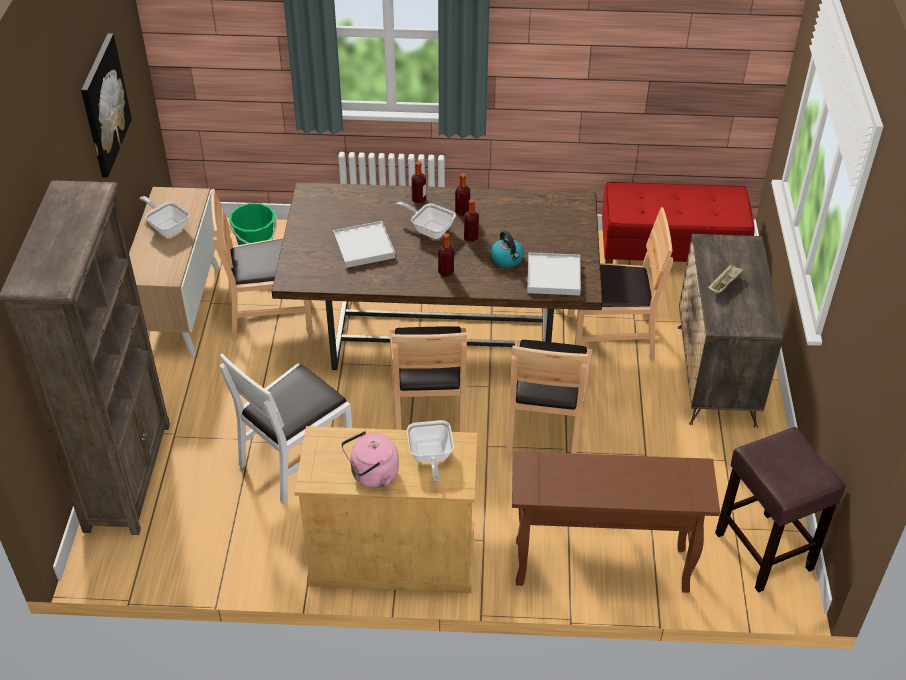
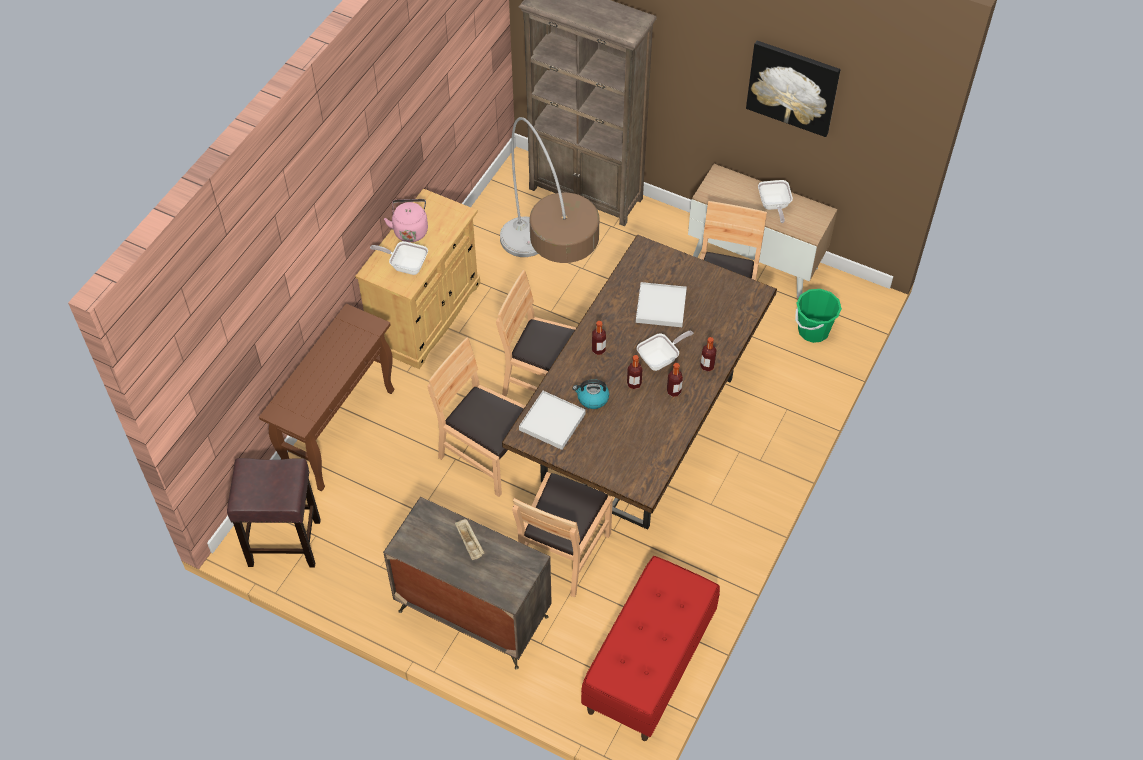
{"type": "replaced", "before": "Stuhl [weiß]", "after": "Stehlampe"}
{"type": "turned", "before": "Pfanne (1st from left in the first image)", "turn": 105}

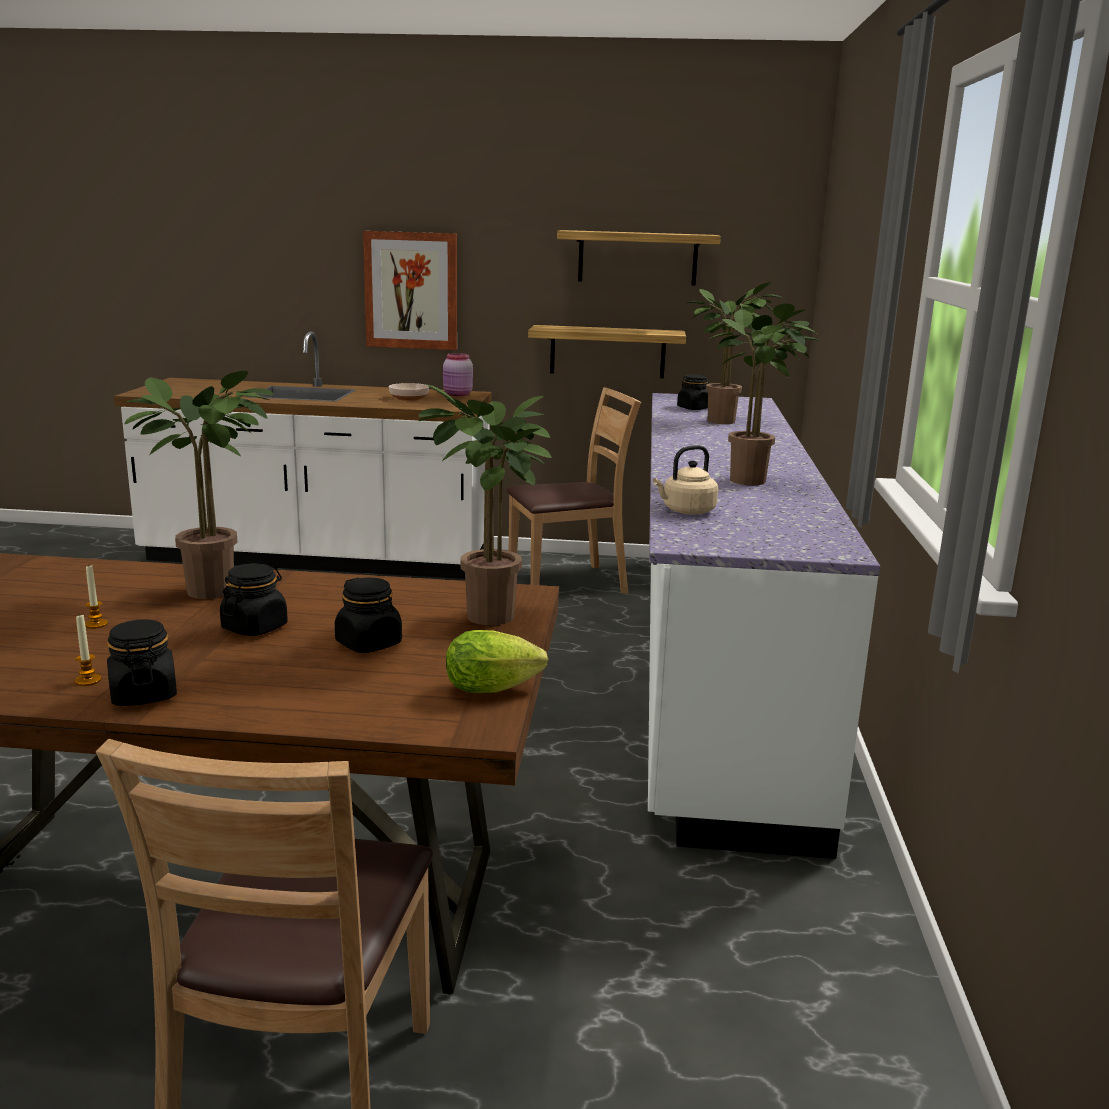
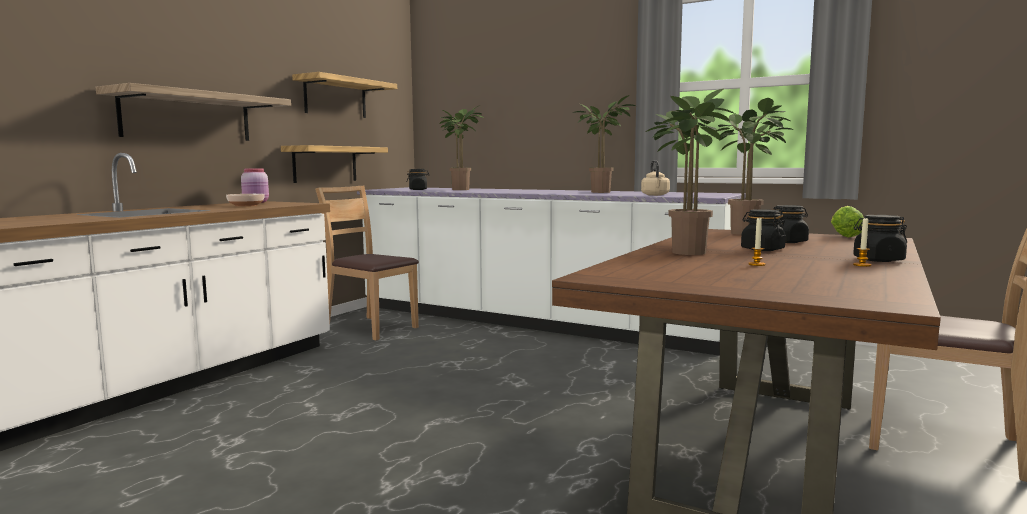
{"type": "replaced", "before": "Bild", "after": "Wandregal (1st from left)"}
{"type": "turned", "before": "Stuhl [braun] (2nd from left in the first image)", "turn": -60}

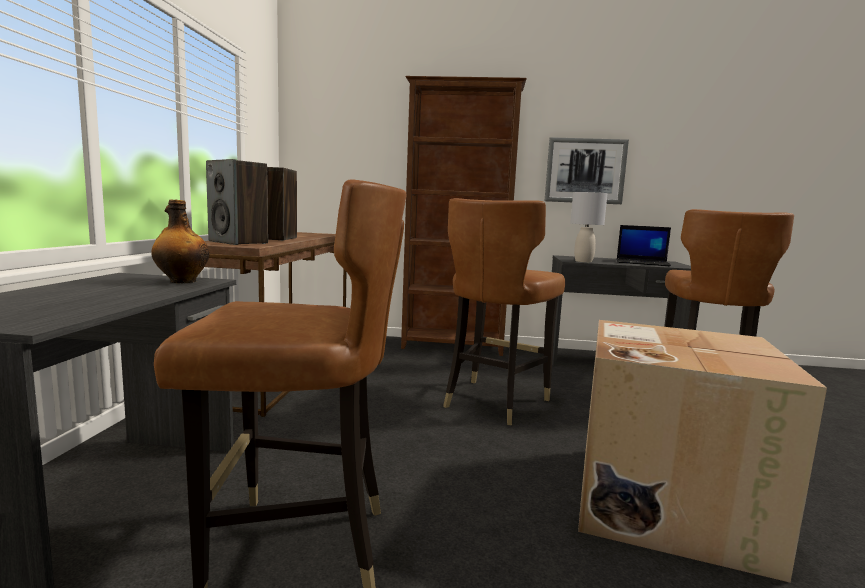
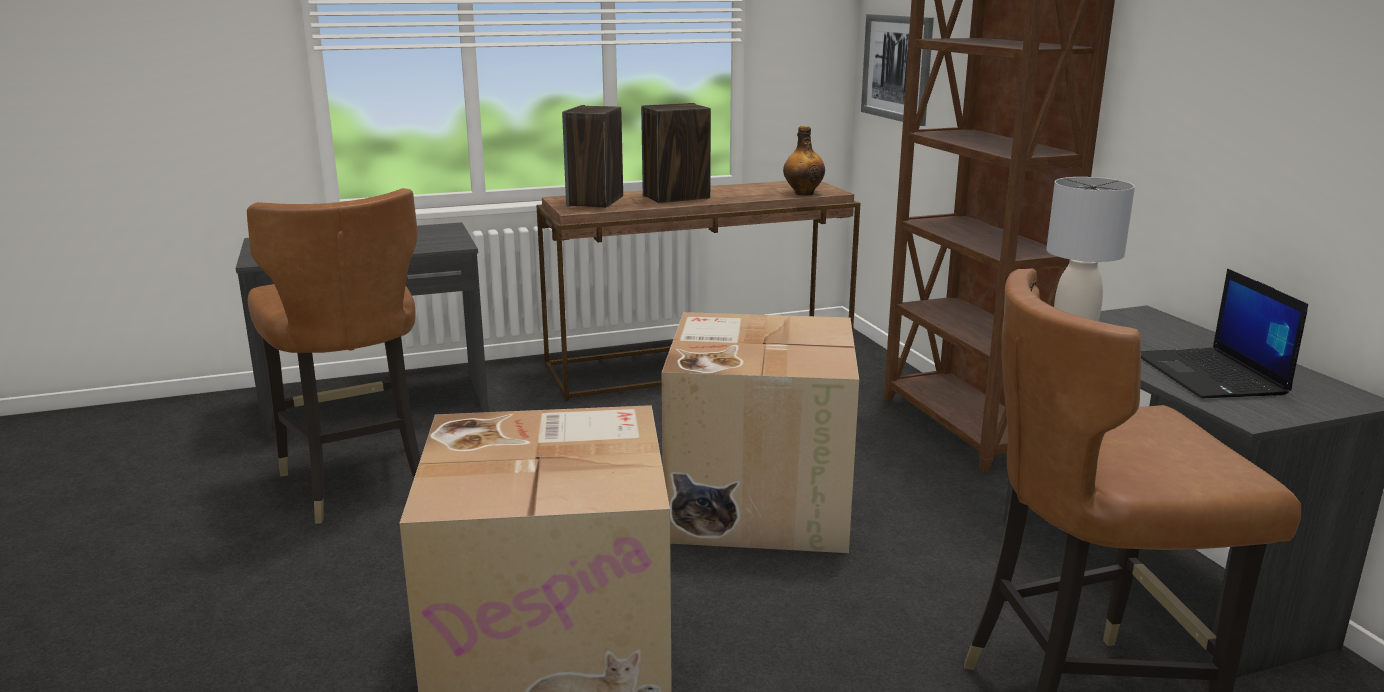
{"type": "replaced", "before": "Stuhl [braun] (2nd from left)", "after": "Karton (2nd from left)"}
{"type": "moved", "before": "Flasche"}
{"type": "moved", "before": "Bild"}

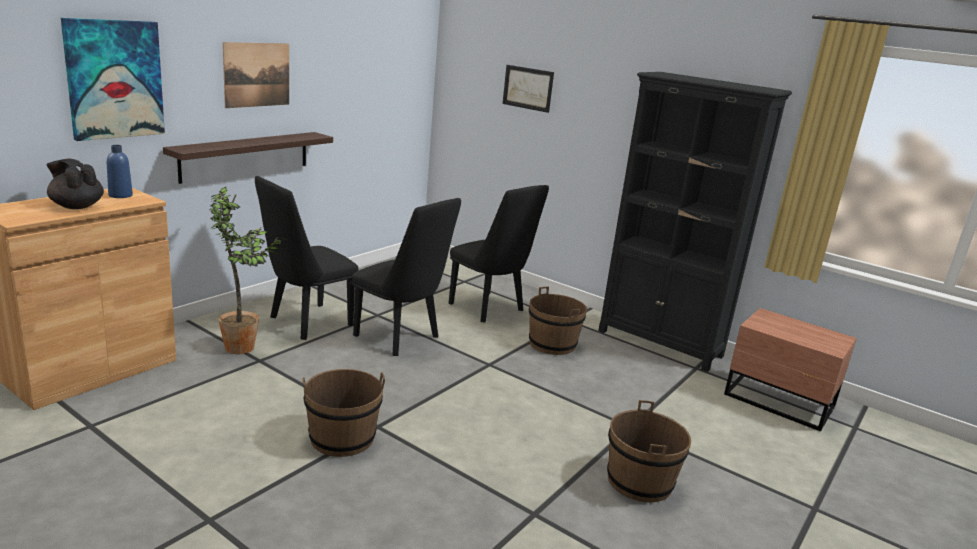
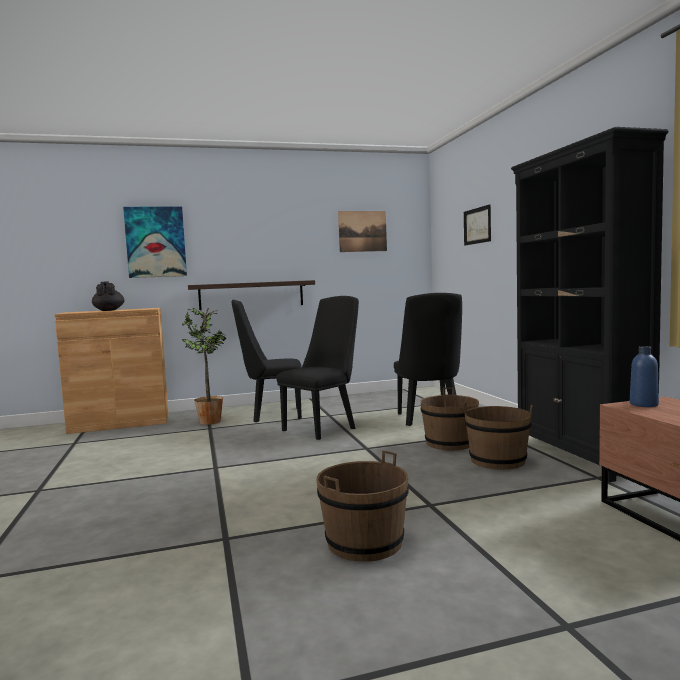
{"type": "turned", "before": "Stuhl [schwarz] (2nd from left)", "turn": -120}
{"type": "moved", "before": "Bild (2nd from left)"}
{"type": "moved", "before": "Eimer [braun] (1st from left in the first image)", "after": "Eimer [braun] (3rd from left)"}
{"type": "moved", "before": "Flasche [blau]"}

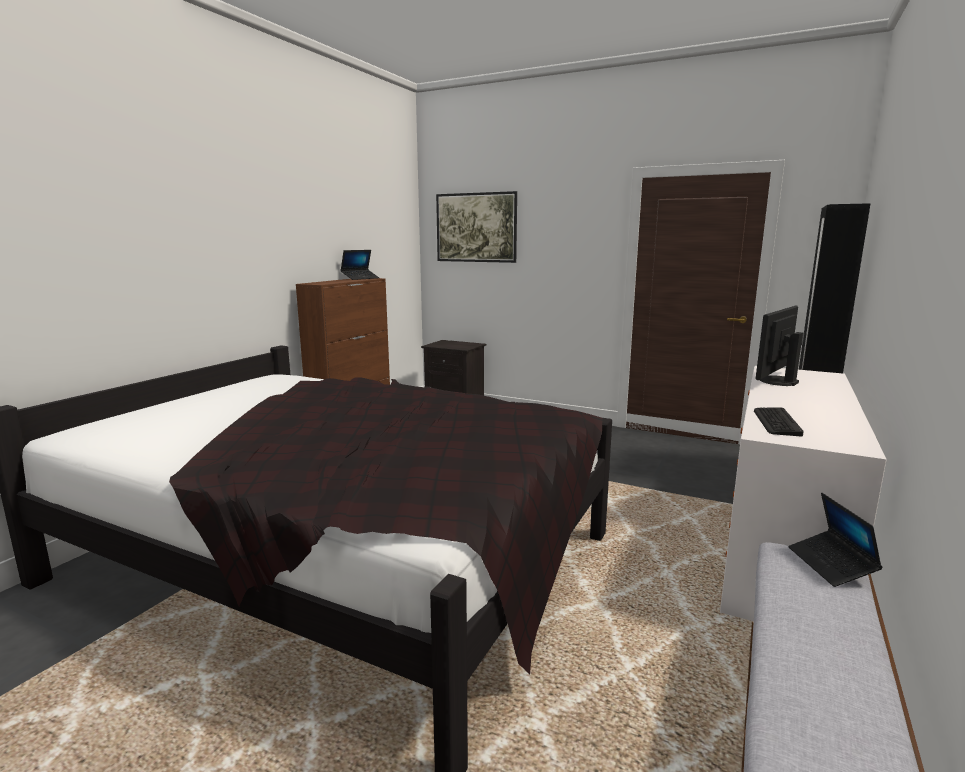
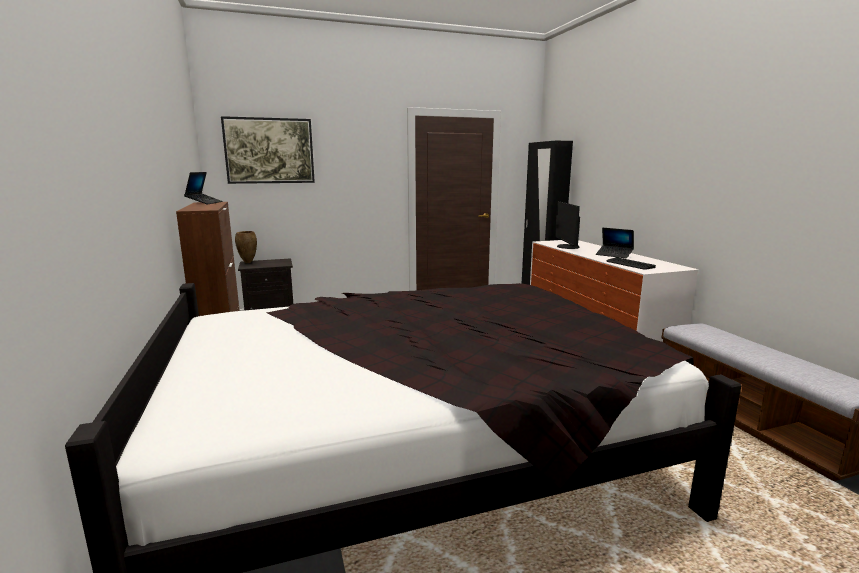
{"type": "added", "after": "Vase [braun]"}
{"type": "moved", "before": "Laptop (2nd from left)"}

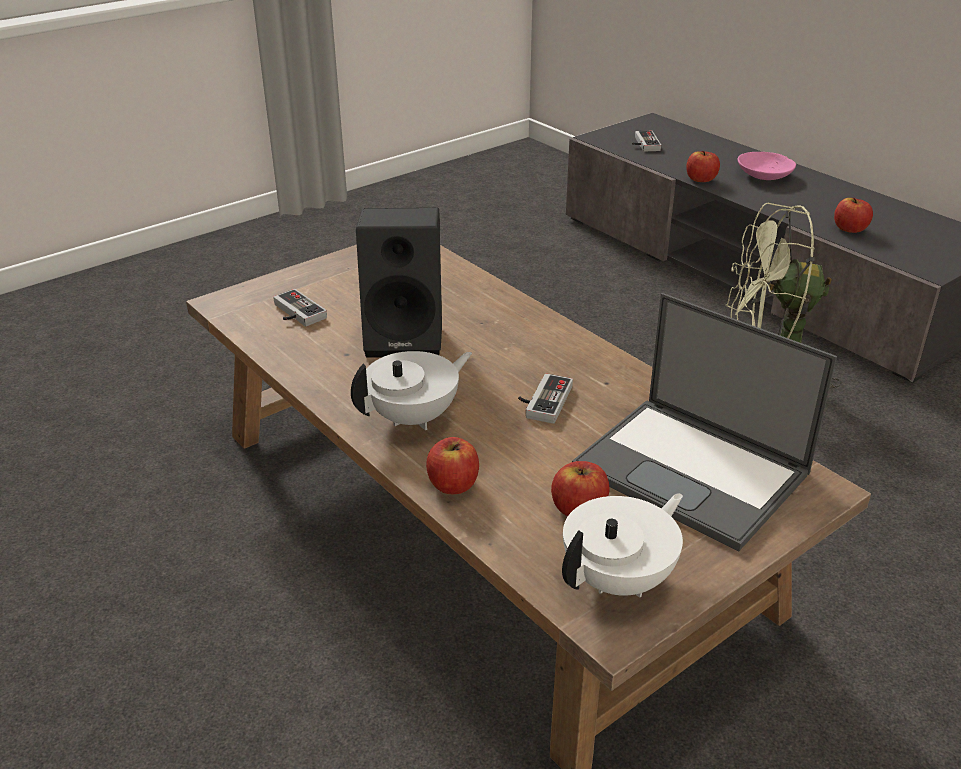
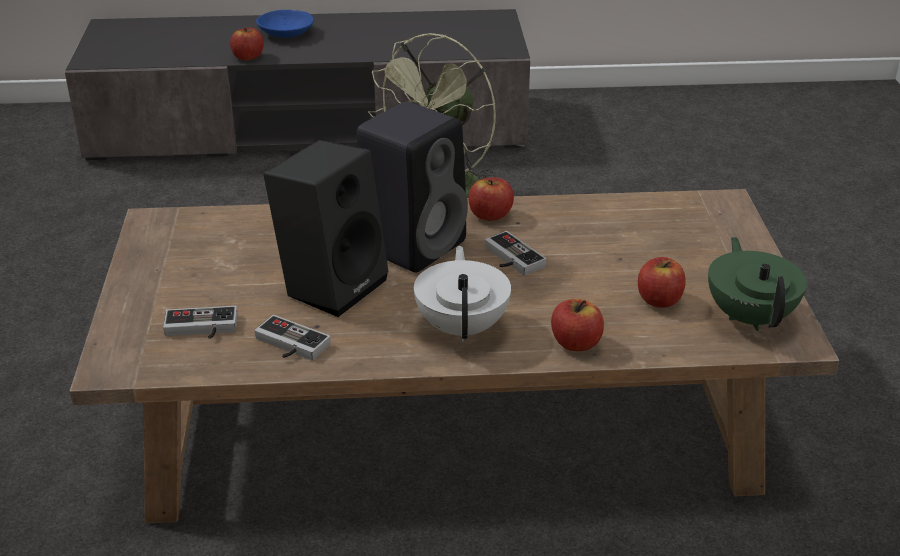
{"type": "moved", "before": "Gamepad (3rd from left in the first image)", "after": "Gamepad (2nd from left)"}
{"type": "recoloured", "before": "Schüssel [rosa]", "after": "Schüssel [blau]"}
{"type": "added", "after": "Lautsprecher [schwarz] (2nd from left)"}
{"type": "moved", "before": "Apfel (4th from left in the first image)", "after": "Apfel (2nd from left)"}
{"type": "recoloured", "before": "Teekanne [weiß] (2nd from left)", "after": "Teekanne [grün]"}
{"type": "removed", "before": "Laptop"}

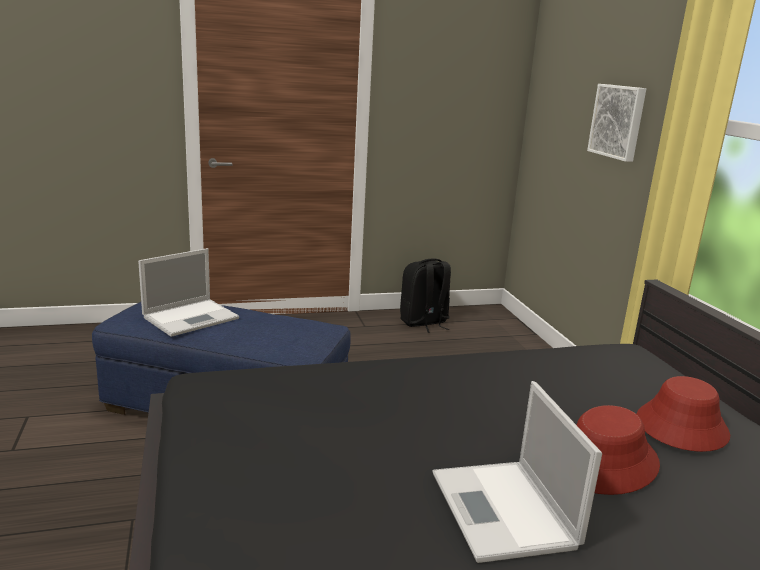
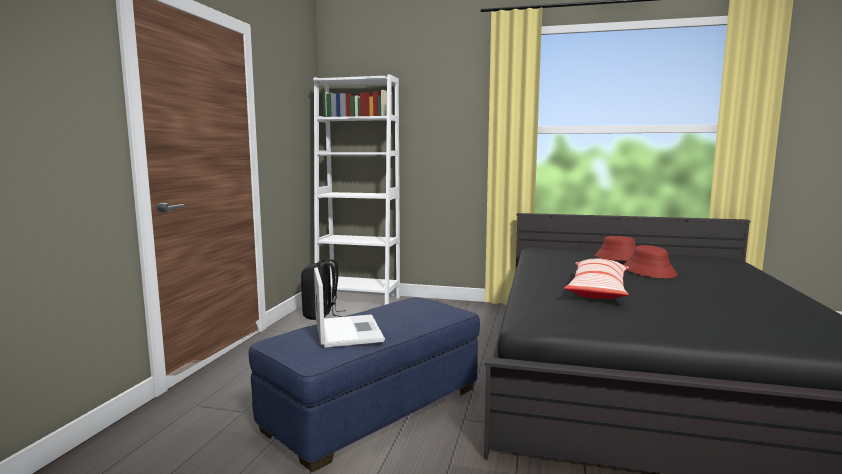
{"type": "added", "after": "Bücherregal [weiß]"}
{"type": "added", "after": "Kissen"}
{"type": "removed", "before": "Laptop (2nd from left)"}
{"type": "removed", "before": "Bild"}

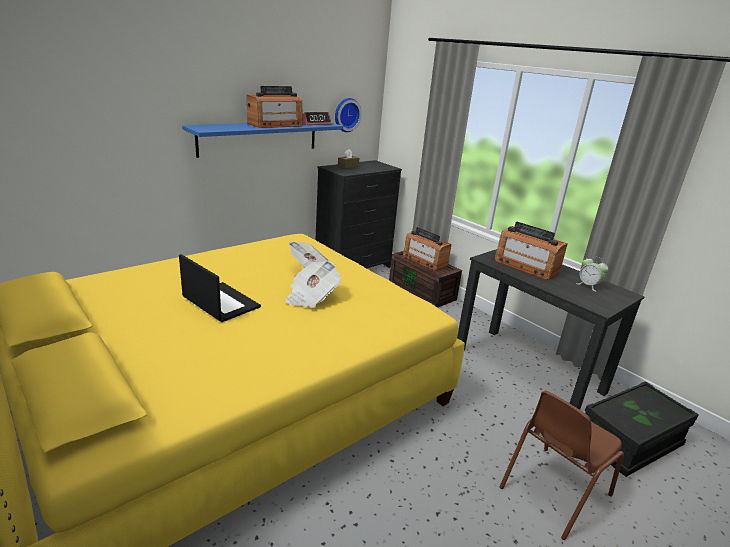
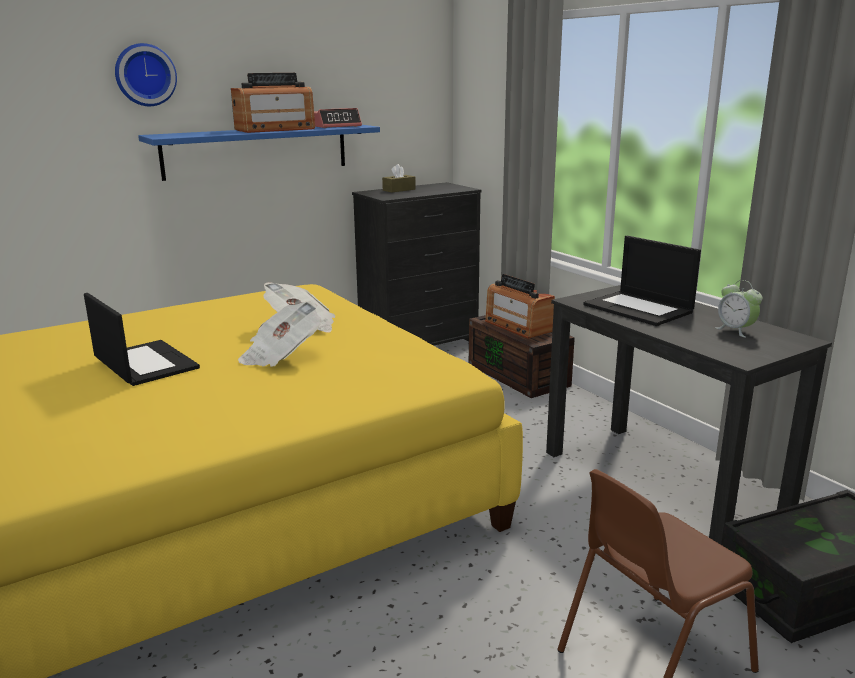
{"type": "moved", "before": "Wanduhr"}
{"type": "replaced", "before": "Radio (3rd from left)", "after": "Laptop (2nd from left)"}

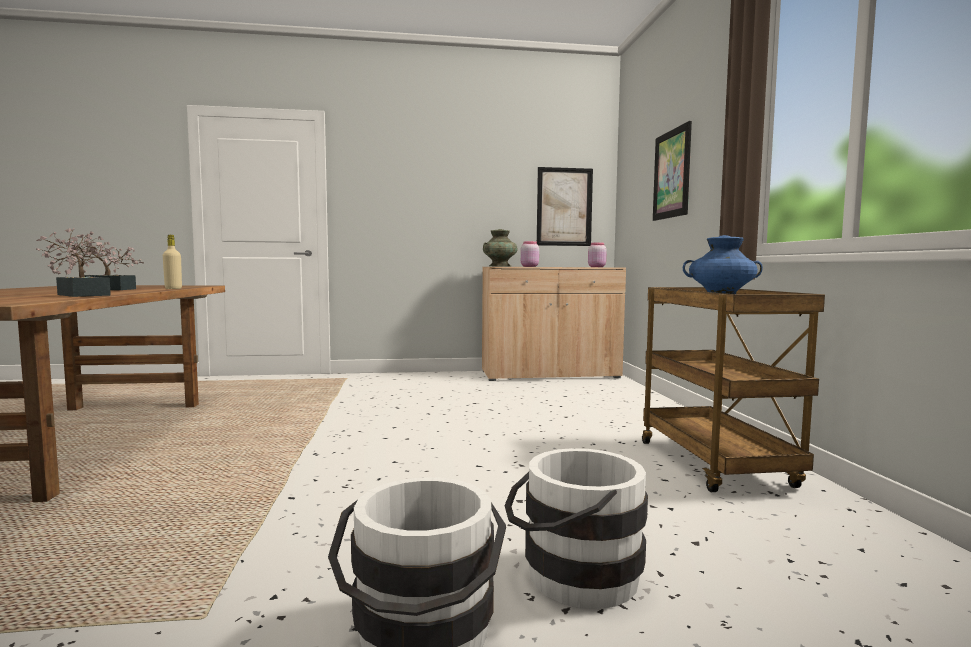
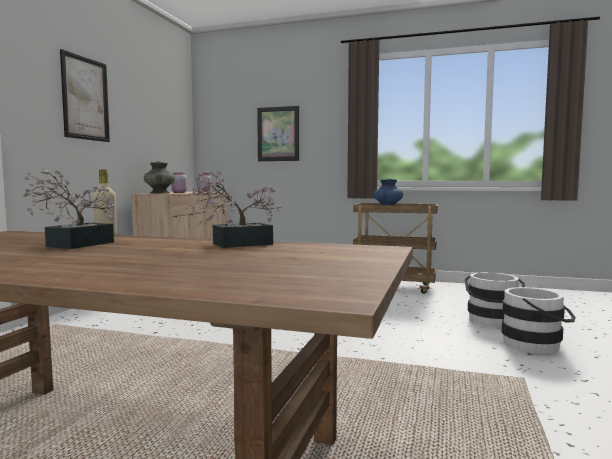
{"type": "moved", "before": "Bild (1st from left)"}

